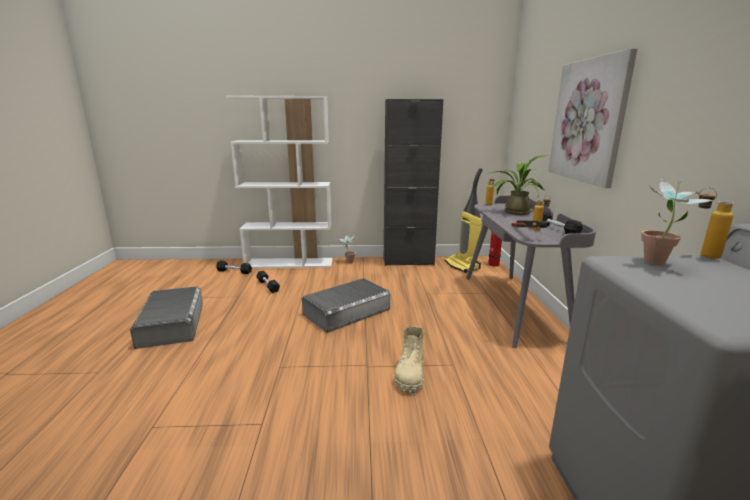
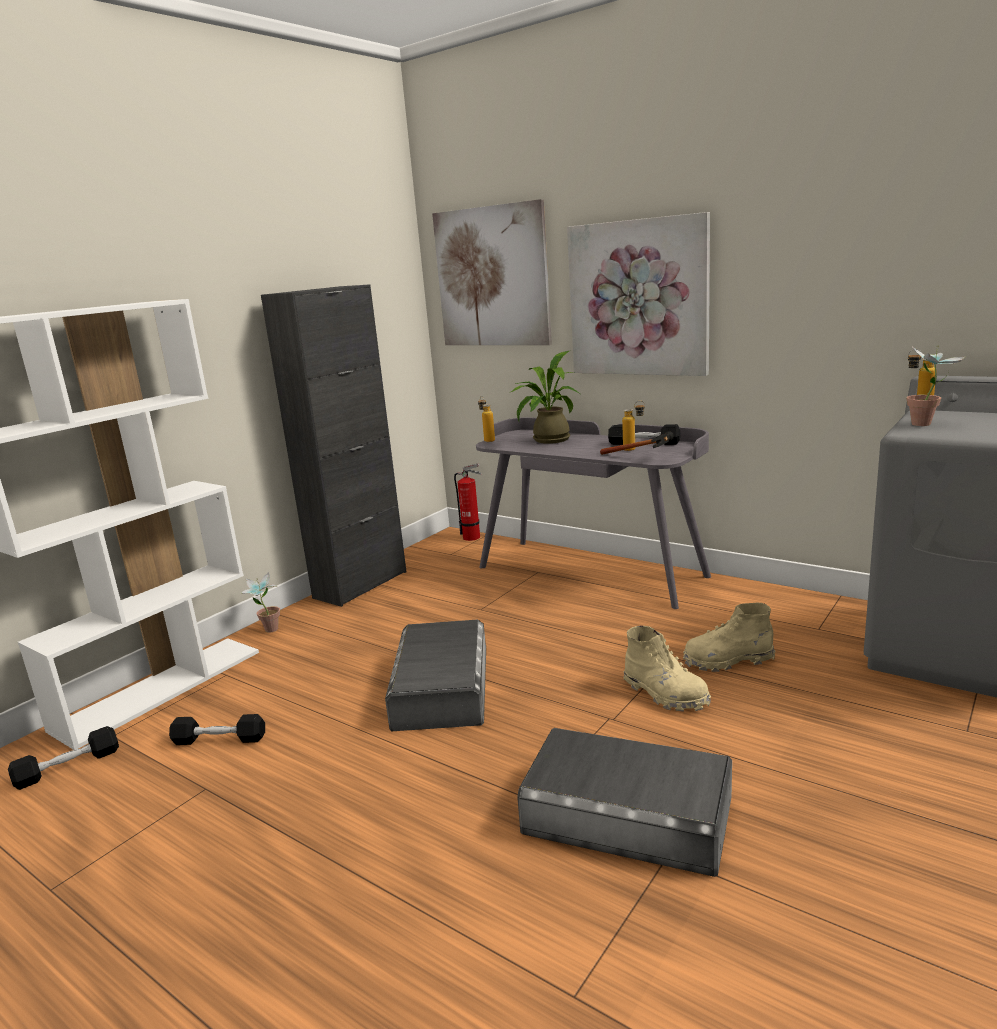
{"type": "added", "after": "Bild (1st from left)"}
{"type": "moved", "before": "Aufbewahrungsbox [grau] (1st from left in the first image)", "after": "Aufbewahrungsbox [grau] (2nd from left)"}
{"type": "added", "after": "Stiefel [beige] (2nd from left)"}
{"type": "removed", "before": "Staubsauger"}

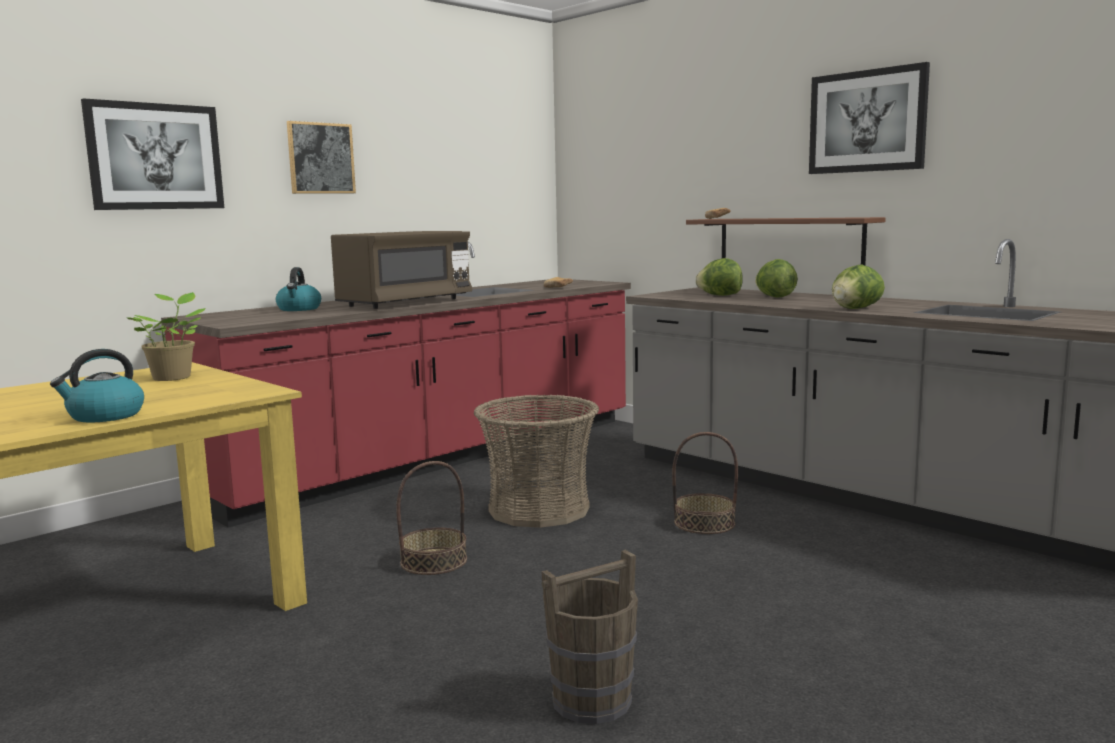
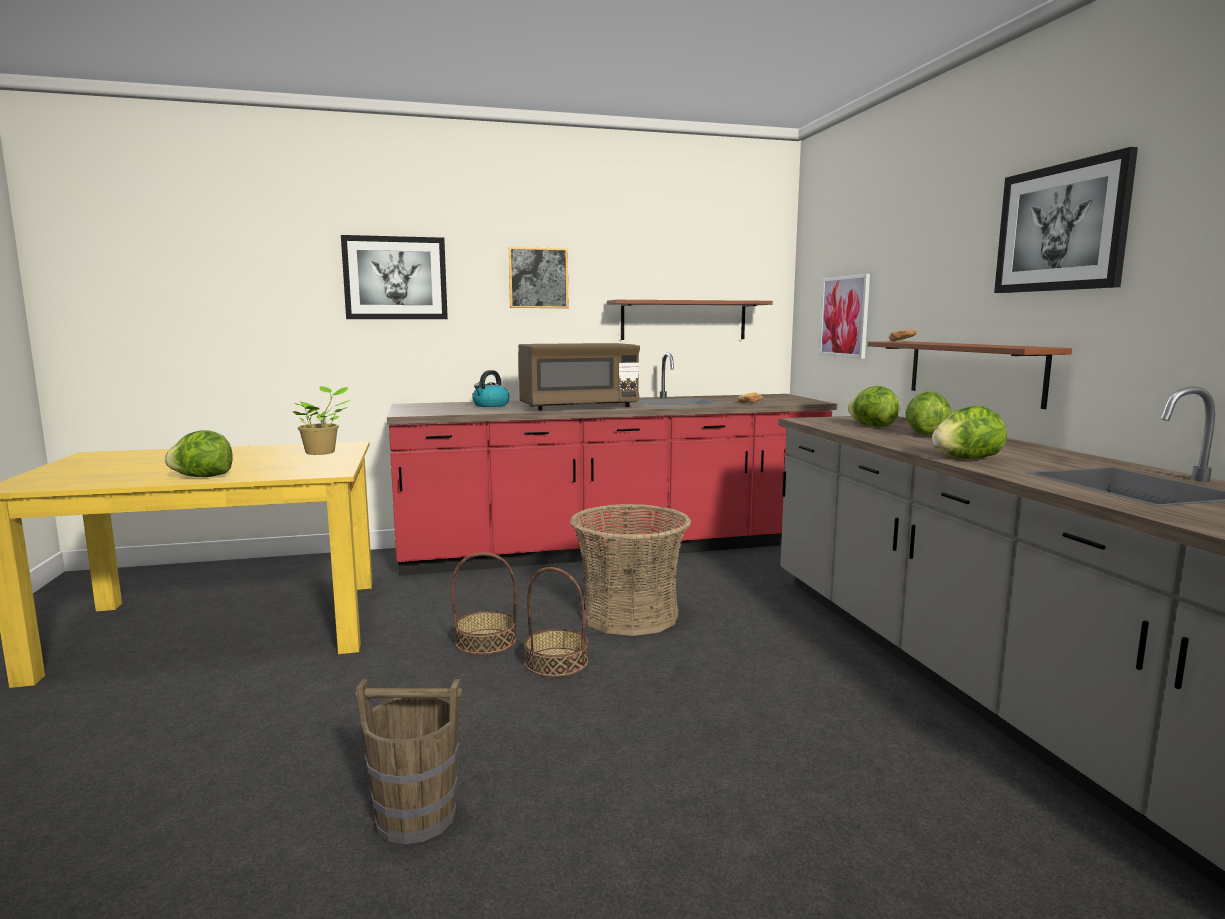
{"type": "replaced", "before": "Wasserkessel (1st from left)", "after": "Salatkopf (1st from left)"}
{"type": "moved", "before": "Korb (3rd from left in the first image)", "after": "Korb (2nd from left)"}
{"type": "added", "after": "Wandregal [braun] (1st from left)"}
{"type": "added", "after": "Bild (3rd from left)"}

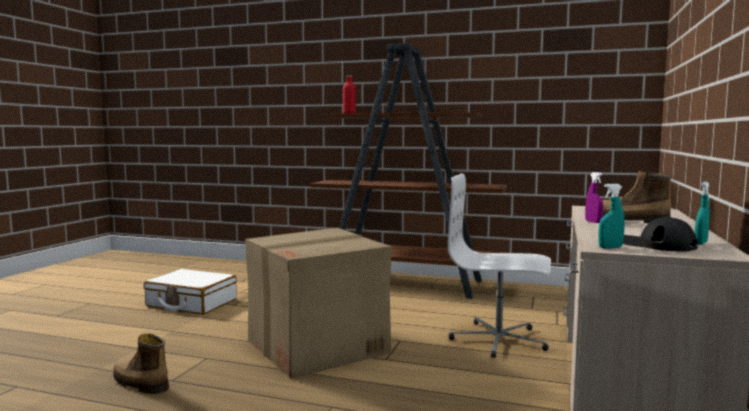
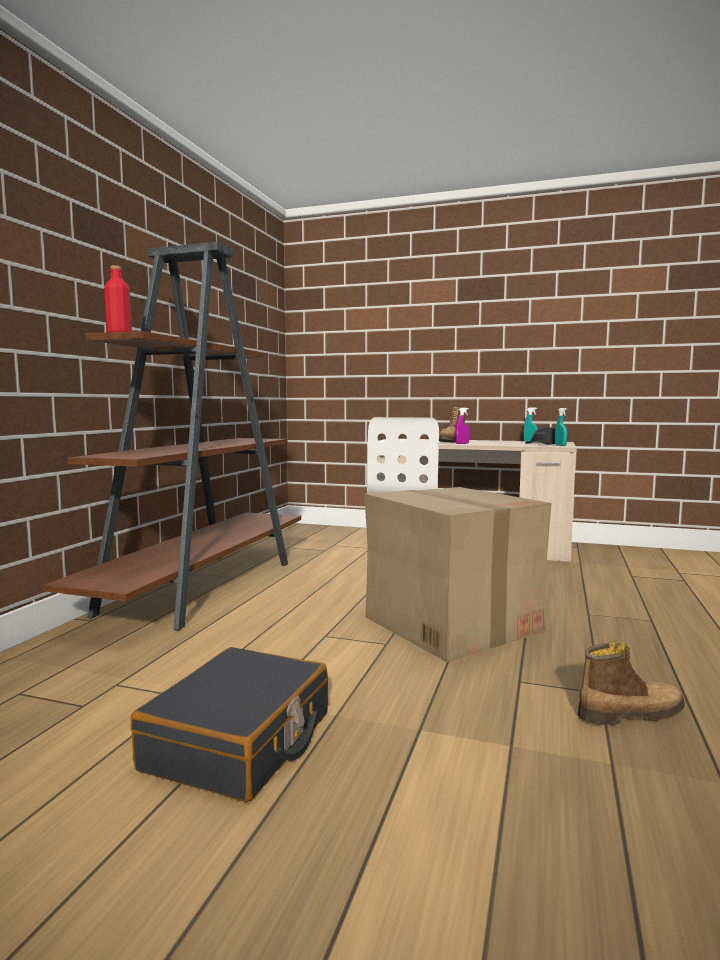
{"type": "recoloured", "before": "Koffer [weiß]", "after": "Koffer [schwarz]"}
{"type": "turned", "before": "Stiefel (1st from left in the first image)", "turn": -135}

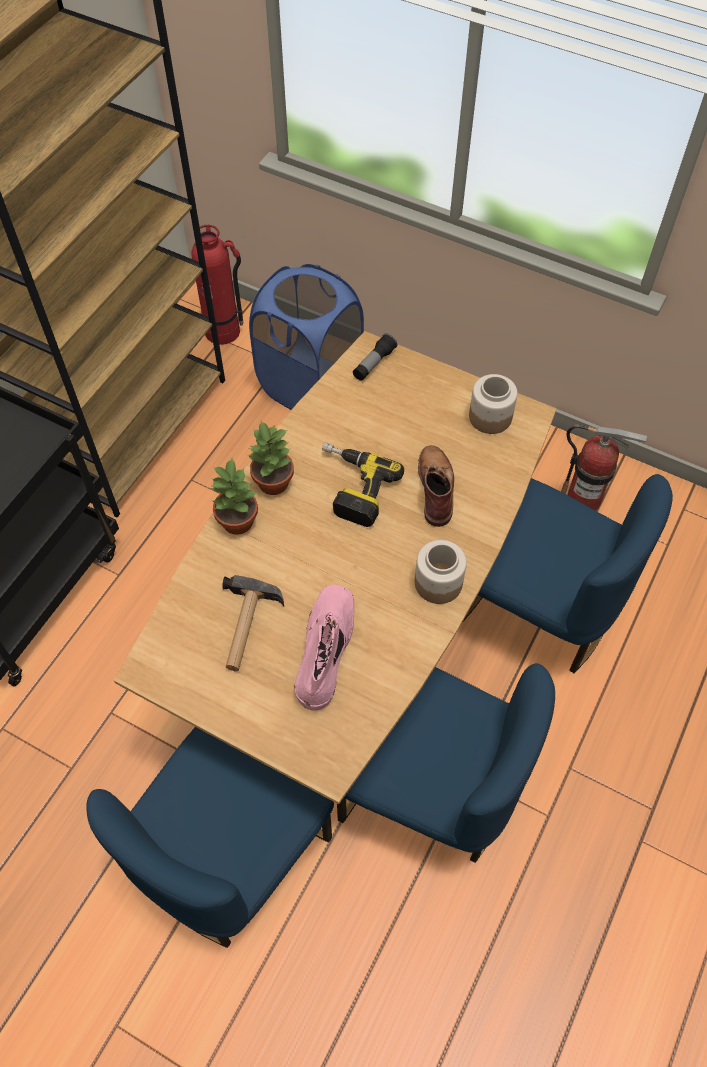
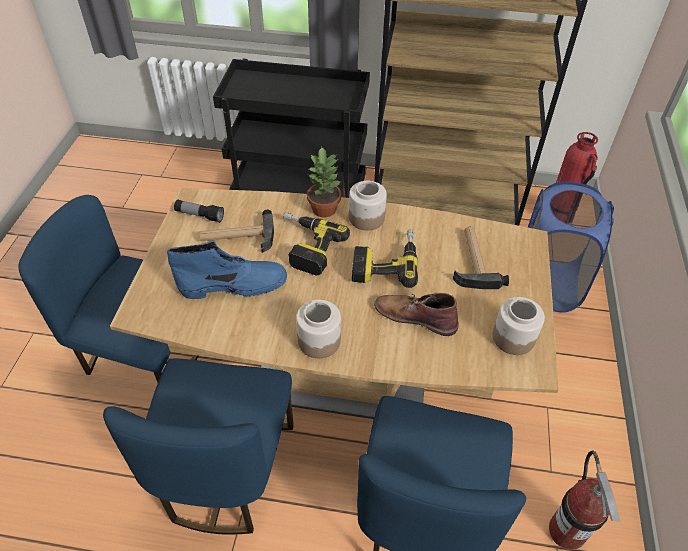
{"type": "recoloured", "before": "Stiefel [rosa]", "after": "Stiefel [blau]"}
{"type": "moved", "before": "Taschenlampe"}
{"type": "added", "after": "Bohrmaschine (1st from left)"}
{"type": "replaced", "before": "Topfpflanze (2nd from left)", "after": "Vorratsglas (2nd from left)"}
{"type": "turned", "before": "Stiefel [braun]", "turn": -135}
{"type": "added", "after": "Hammer (2nd from left)"}

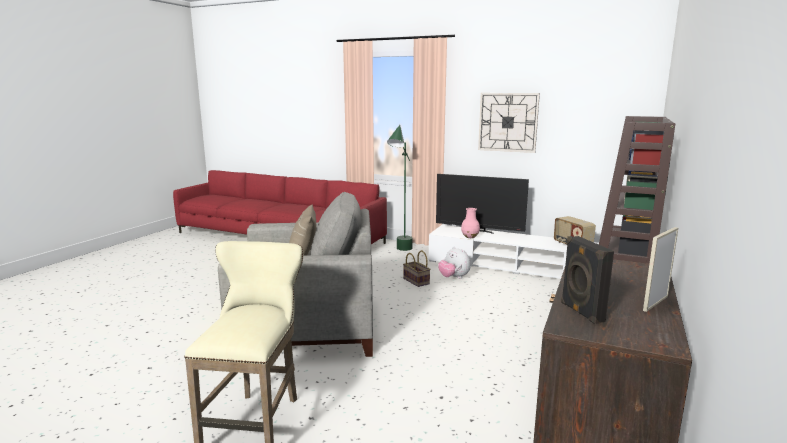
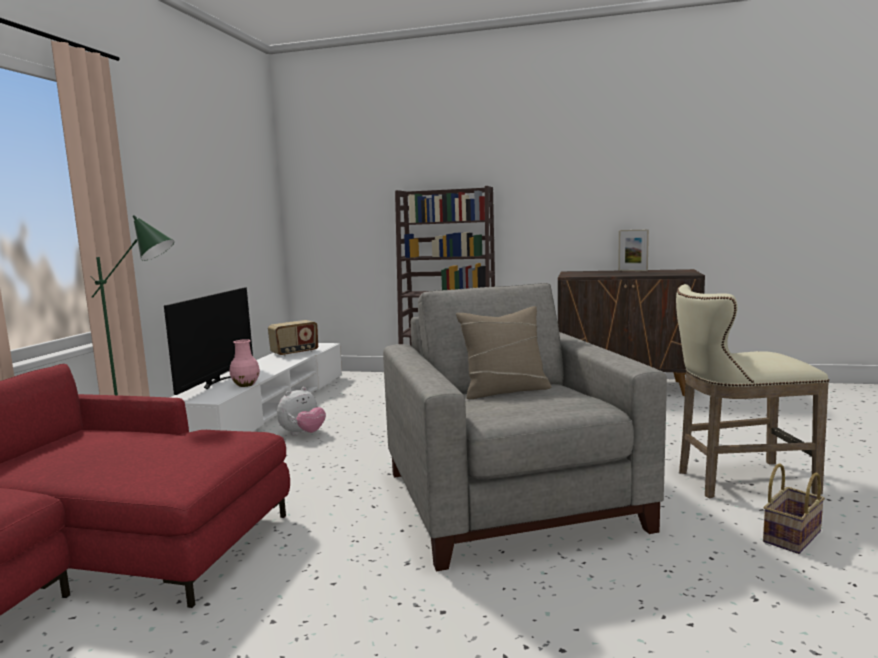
{"type": "moved", "before": "Korb"}
{"type": "removed", "before": "Wanduhr"}
{"type": "removed", "before": "Lautsprecher [schwarz]"}

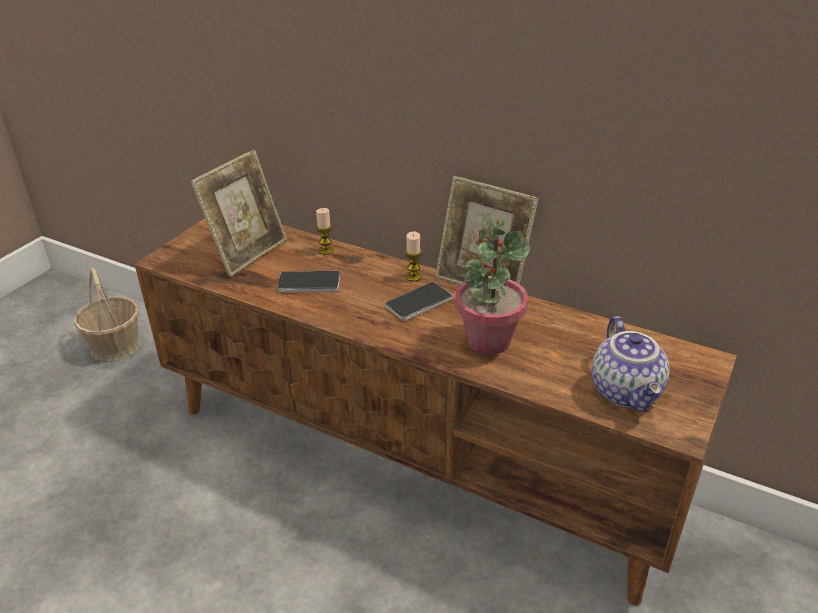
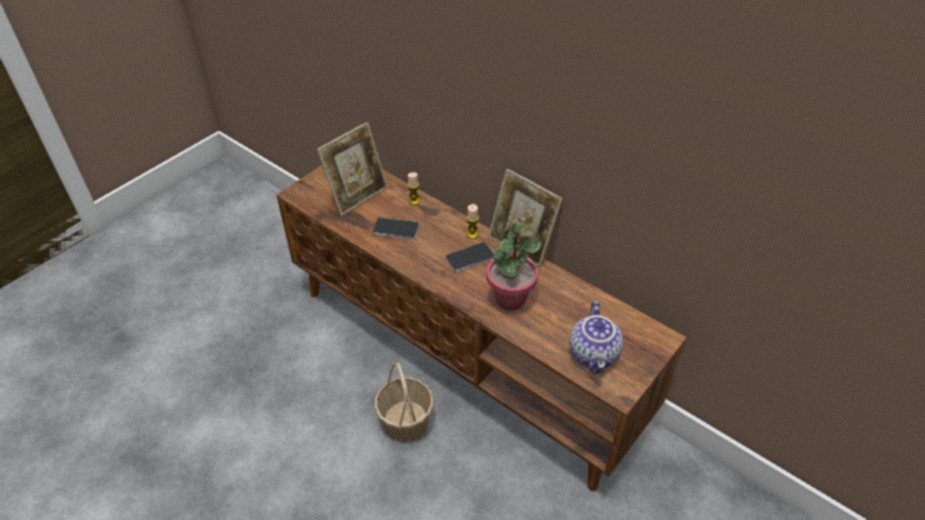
{"type": "moved", "before": "Korb"}

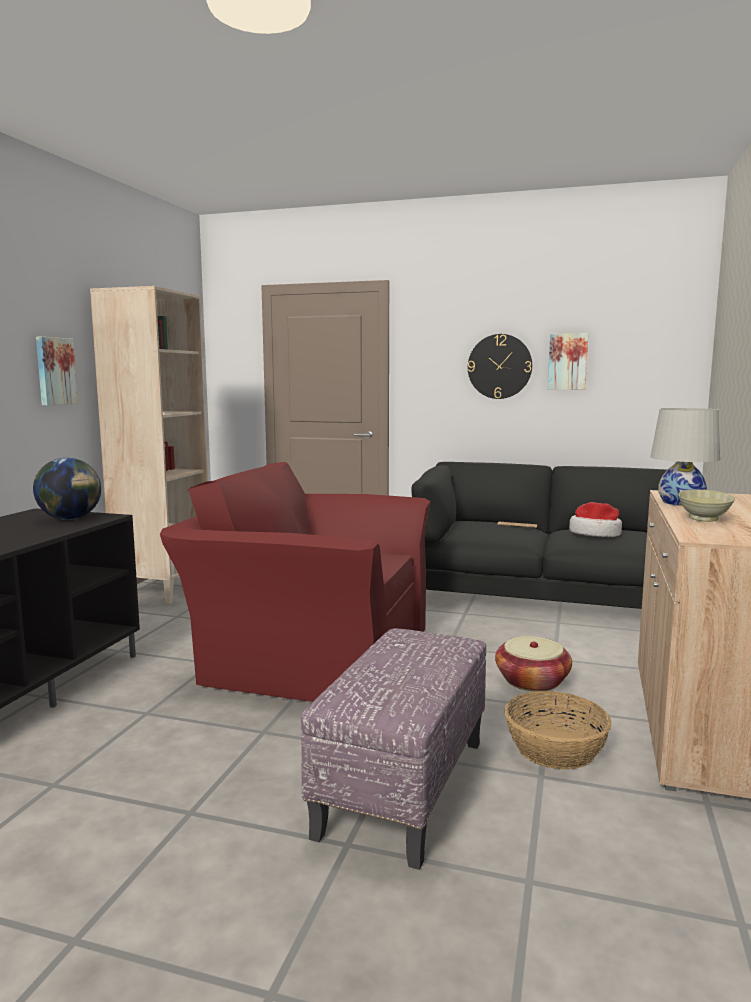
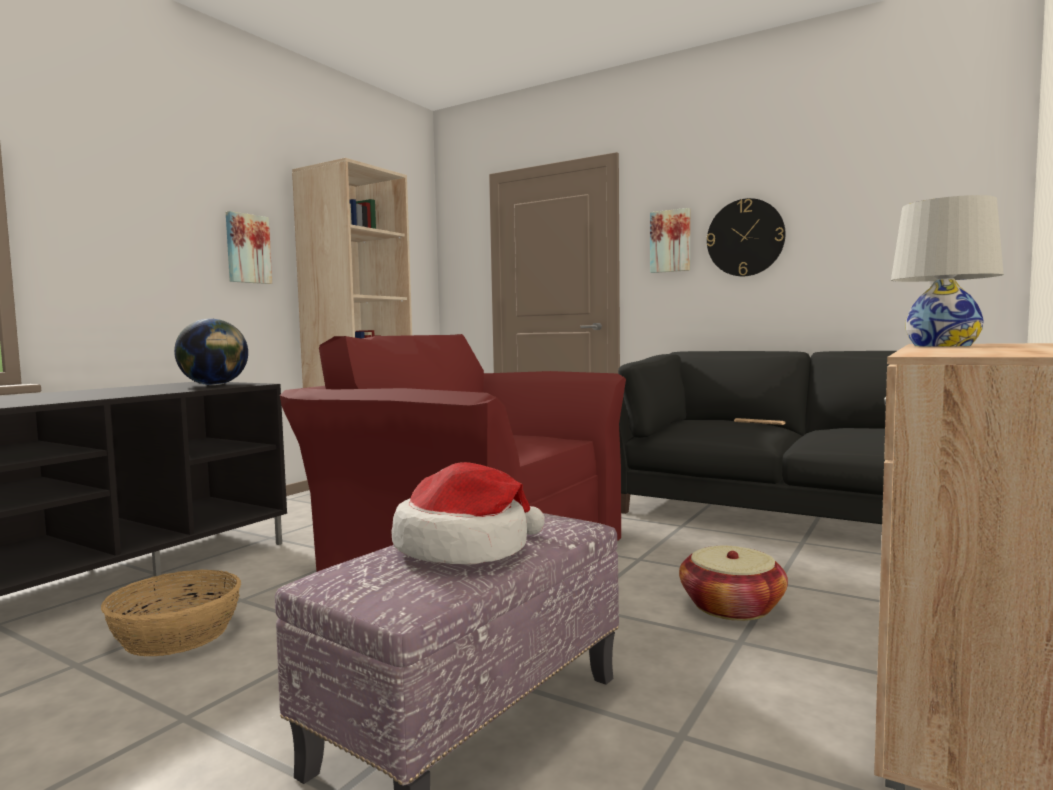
{"type": "moved", "before": "Korb (2nd from left in the first image)", "after": "Korb (1st from left)"}
{"type": "moved", "before": "Hut"}
{"type": "moved", "before": "Bild (2nd from left)"}
{"type": "removed", "before": "Schüssel [beige]"}

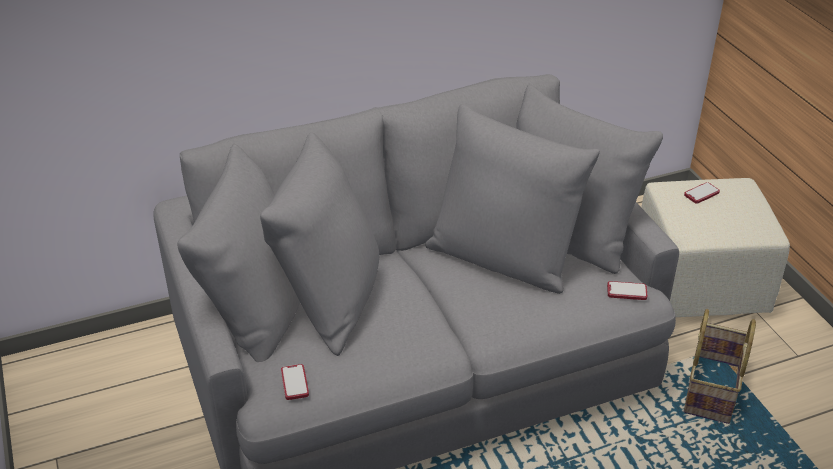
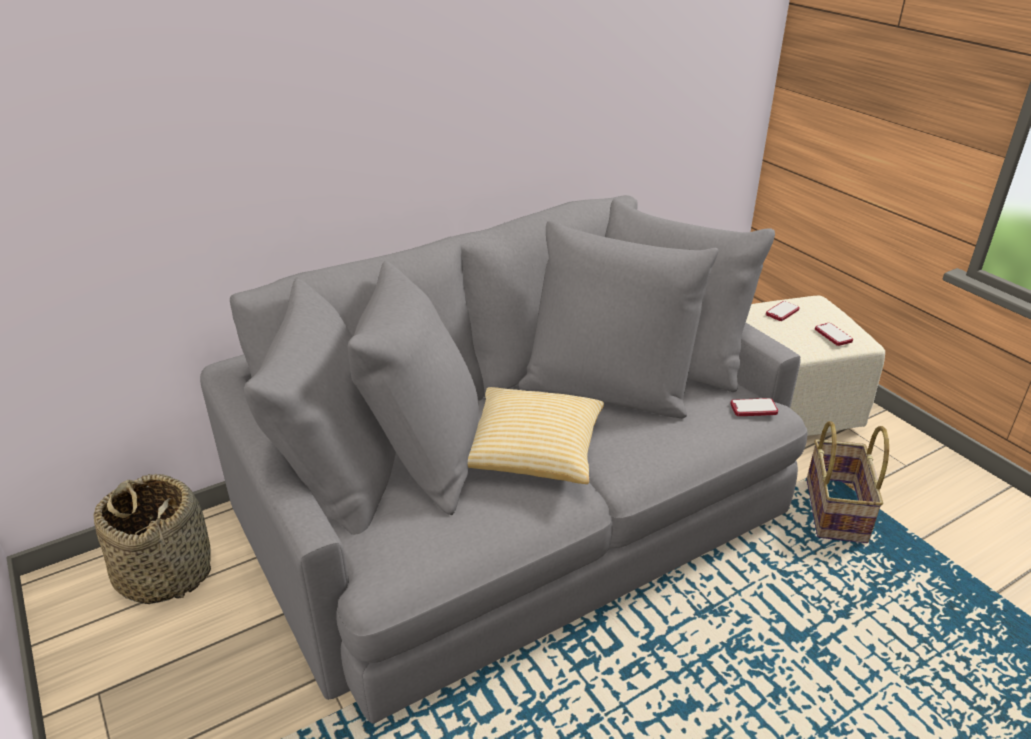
{"type": "added", "after": "Korb (1st from left)"}
{"type": "added", "after": "Kissen"}
{"type": "moved", "before": "Handy (1st from left in the first image)", "after": "Handy (3rd from left)"}

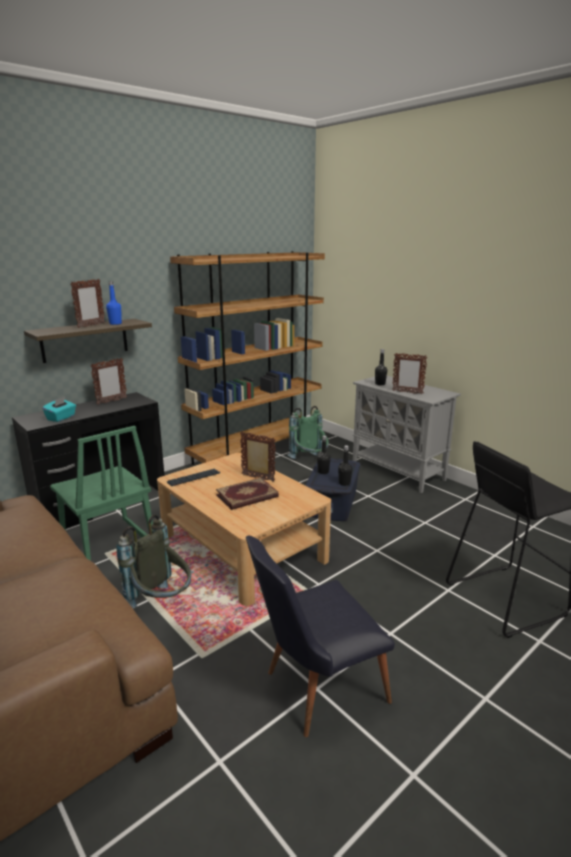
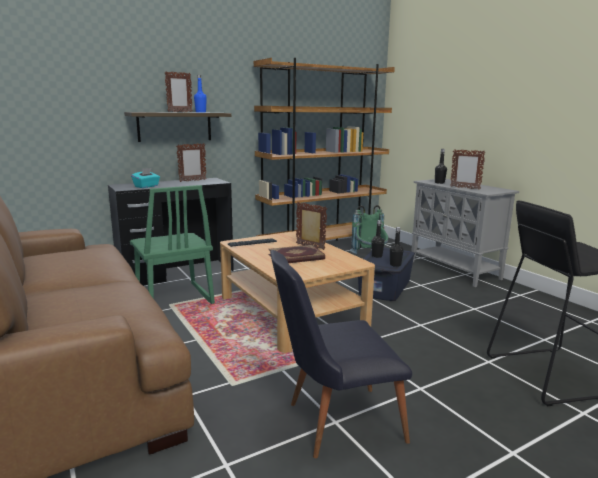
{"type": "removed", "before": "Rucksack [grau]"}

